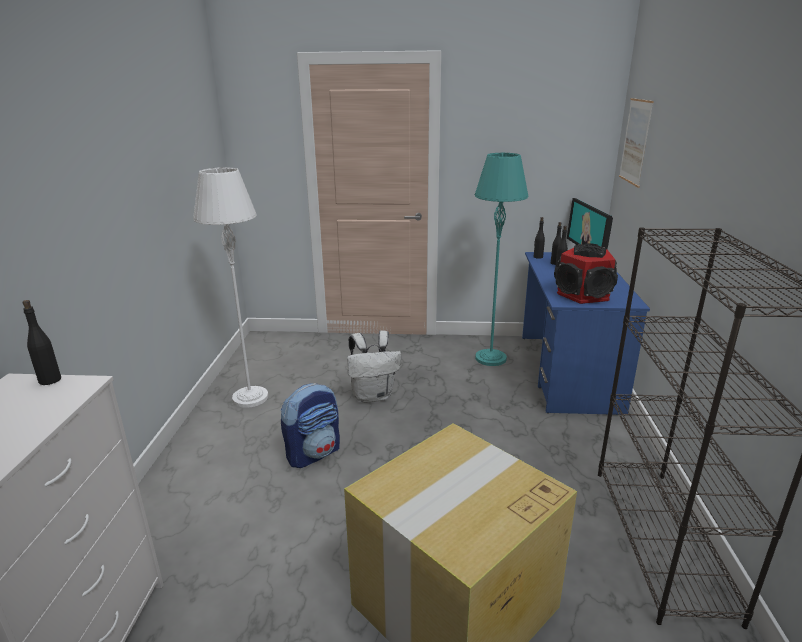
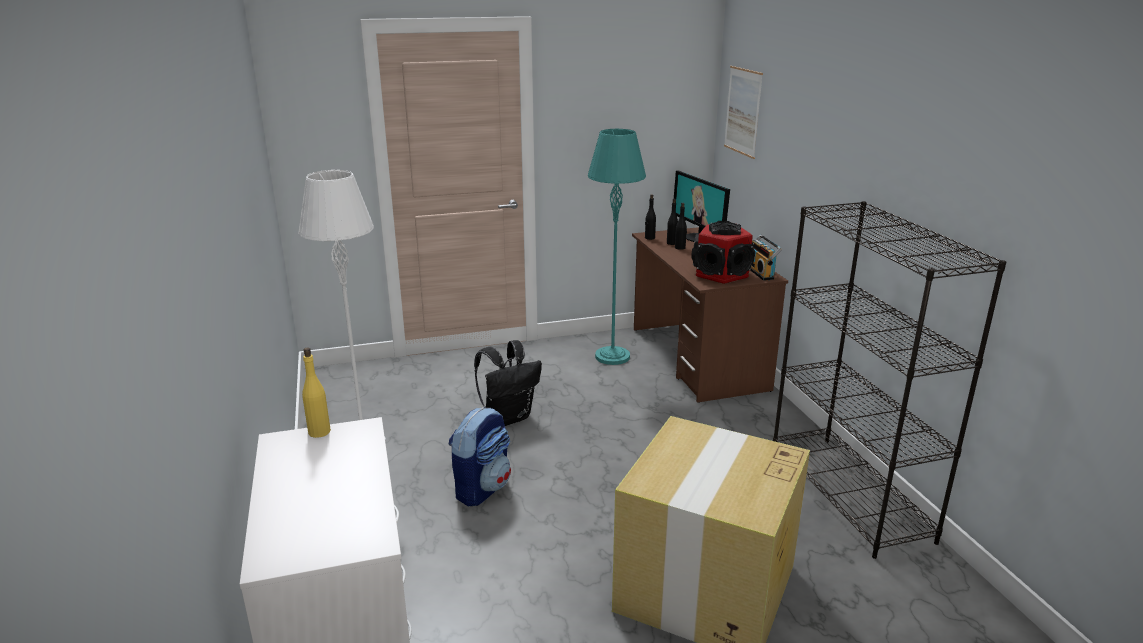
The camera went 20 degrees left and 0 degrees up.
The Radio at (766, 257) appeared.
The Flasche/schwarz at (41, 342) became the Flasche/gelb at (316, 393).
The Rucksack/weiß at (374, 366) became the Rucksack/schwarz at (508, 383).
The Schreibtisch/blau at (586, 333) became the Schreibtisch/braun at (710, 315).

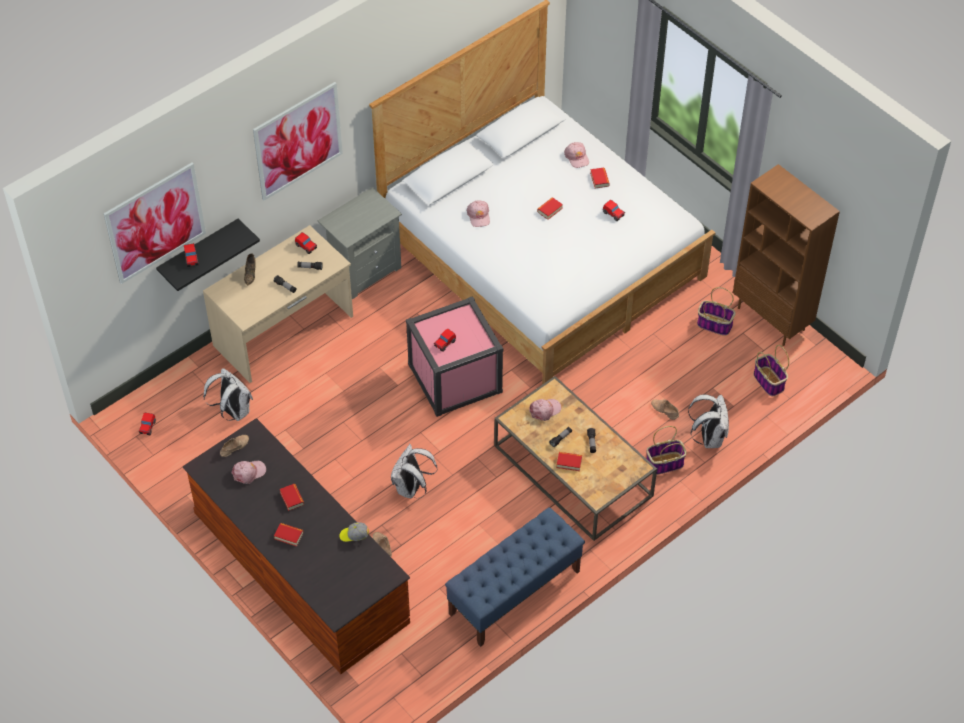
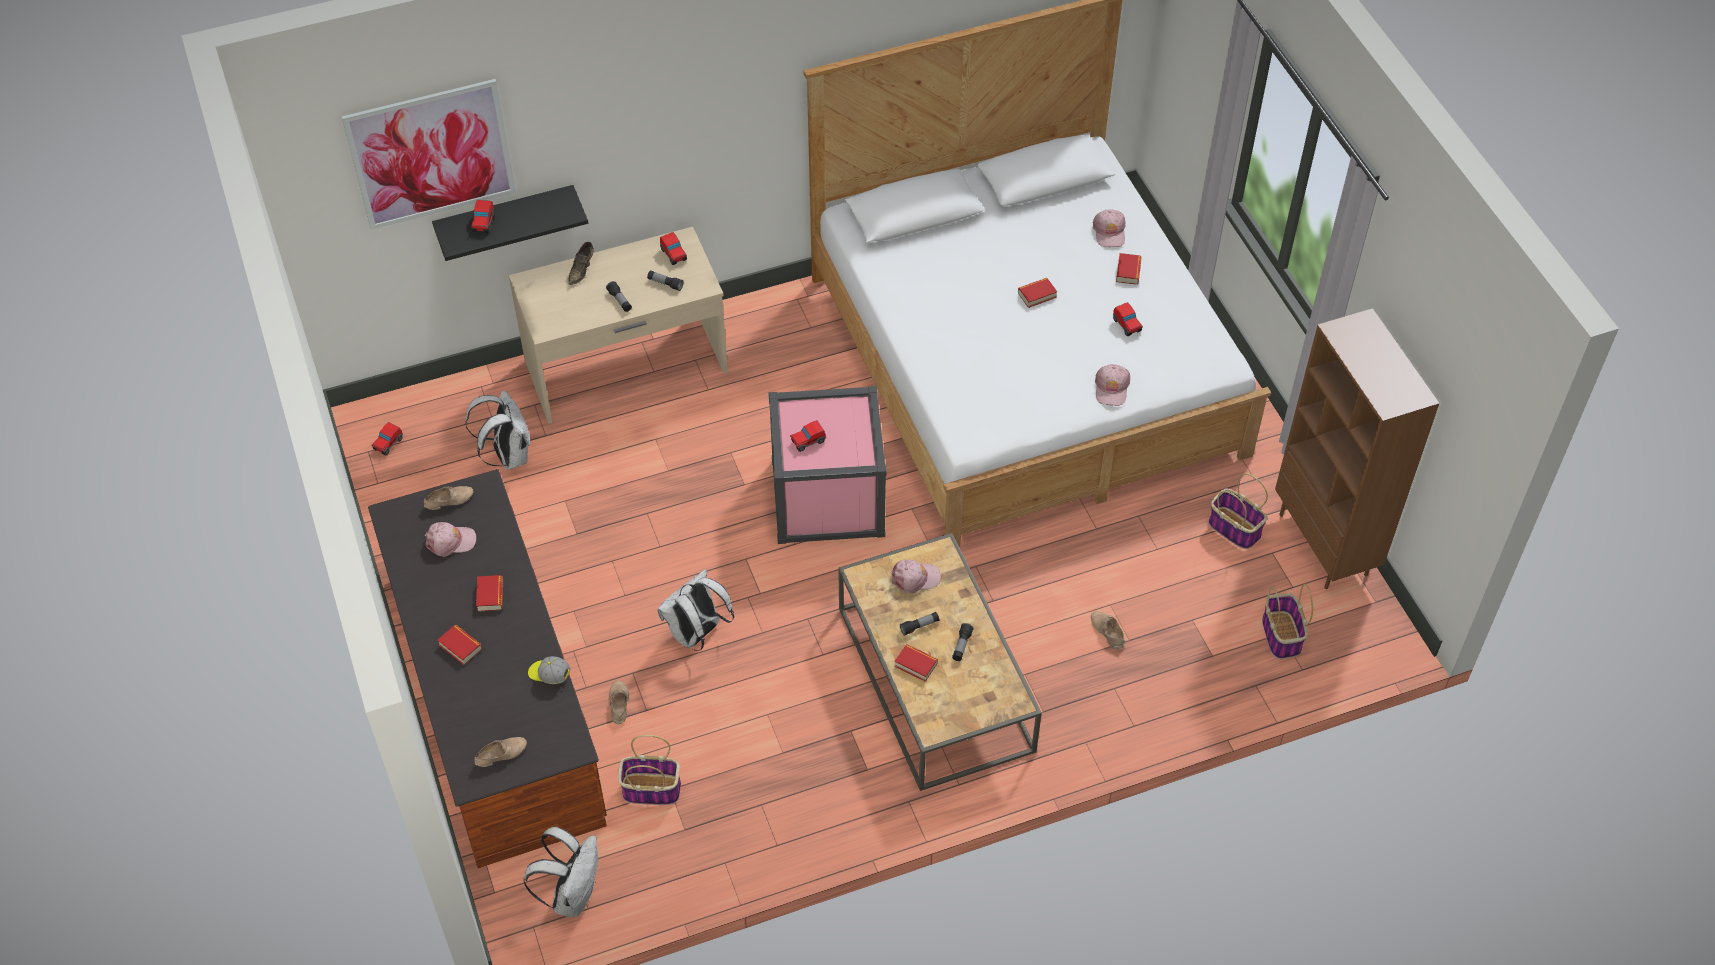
The camera went 20 degrees right and 0 degrees up.
The Bild at (298, 141) disappeared.
The Nachttisch/grau at (360, 243) disappeared.
The Bank/blau at (515, 577) disappeared.
The Schuh/beige at (500, 752) appeared.
The Kappe/rosa moved from (478, 214) to (1112, 385).
The Korb moved from (666, 450) to (649, 770).
The Rucksack/weiß moved from (708, 421) to (561, 871).

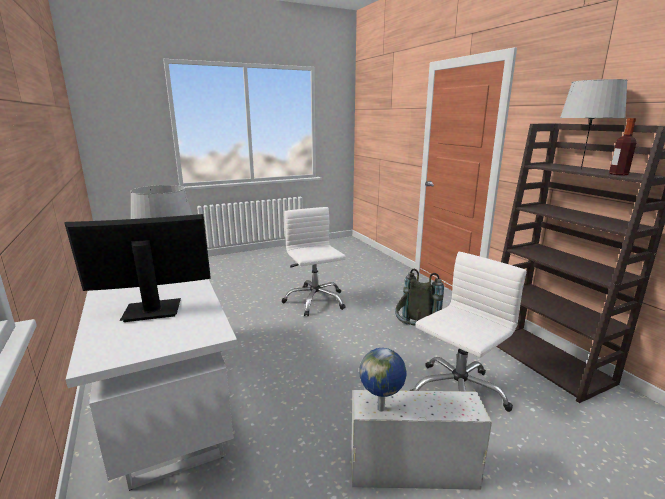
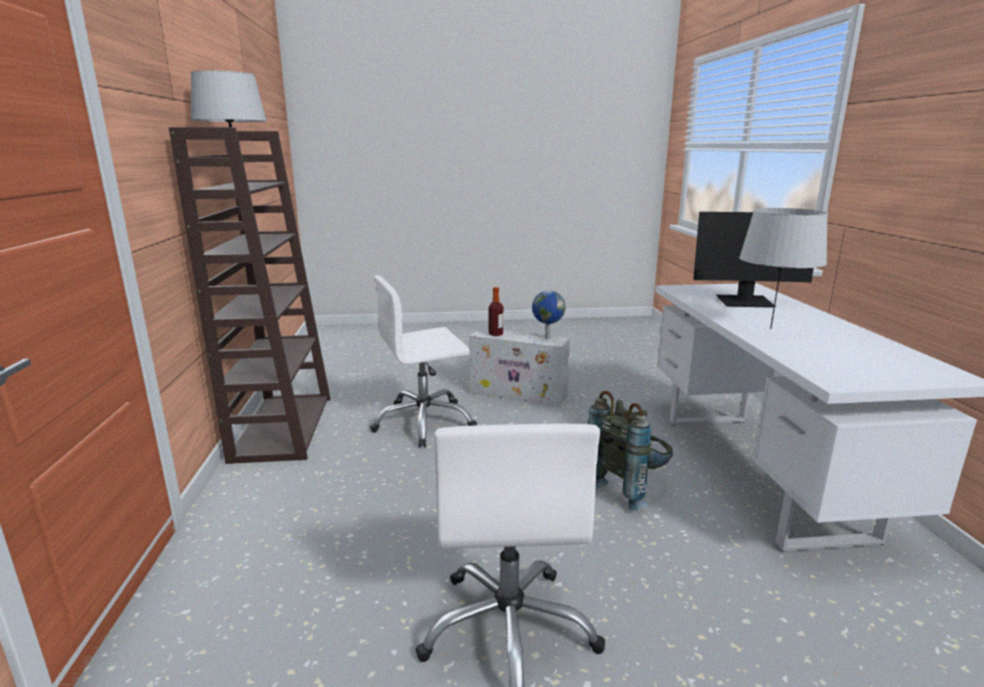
The camera went 160 degrees left and 0 degrees up.
The Rucksack/grau moved from (419, 297) to (630, 451).
The Flasche moved from (622, 147) to (495, 311).

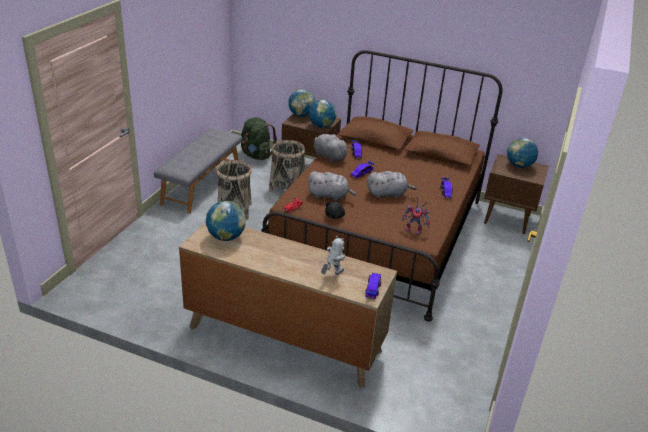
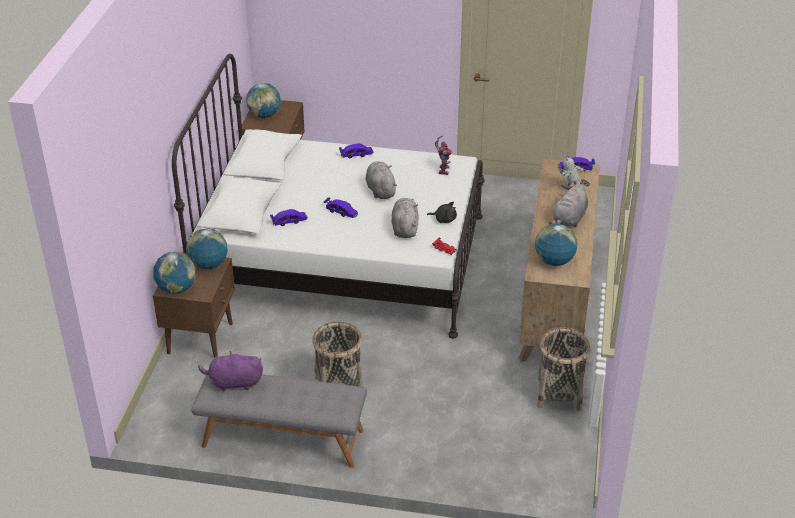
The camera went 100 degrees left and 5 degrees up.
The Rucksack/grün at (259, 138) disappeared.
The Plüschtier/lila at (230, 371) appeared.
The Korb moved from (287, 166) to (563, 369).
The Plüschtier/grau moved from (332, 148) to (568, 205).
The Bett/braun at (382, 185) became the Bett/weiß at (328, 196).

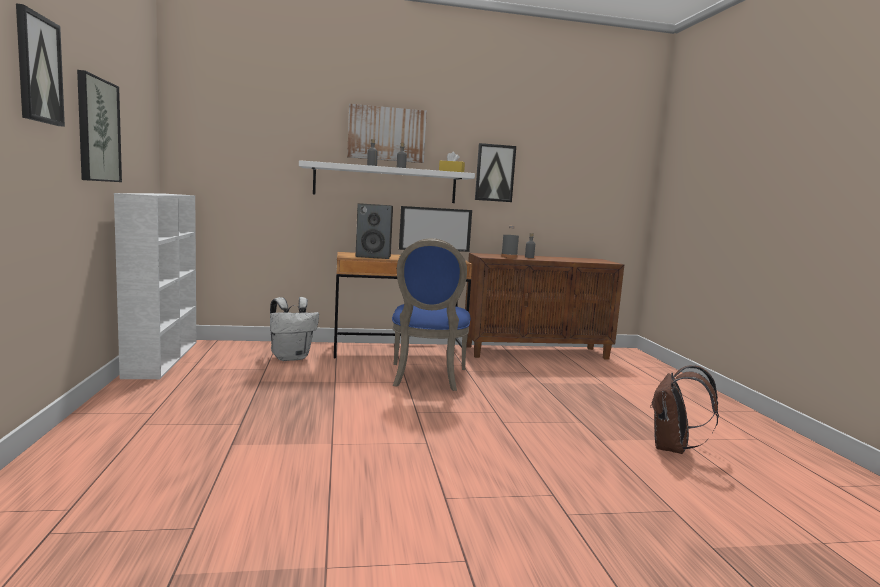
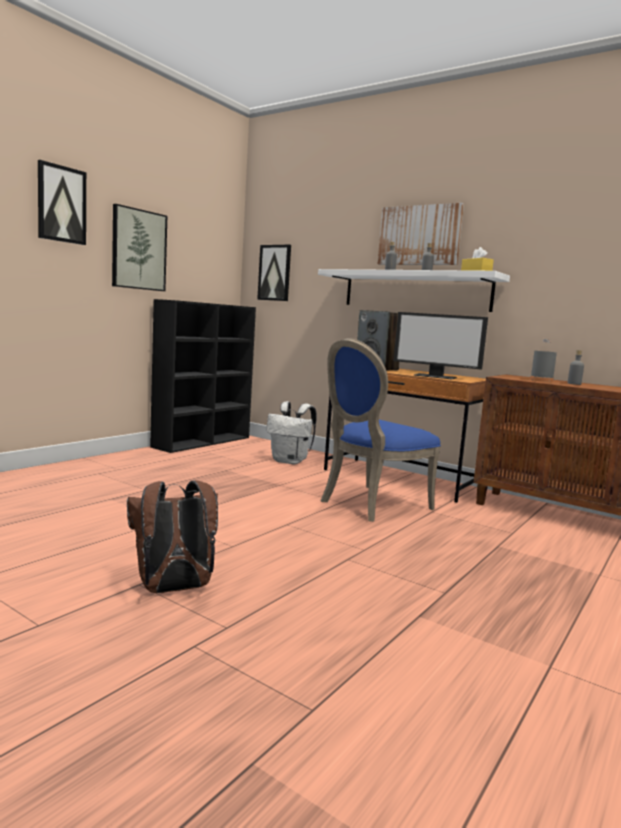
The camera went 45 degrees right and 0 degrees up.
The Bild moved from (495, 172) to (274, 273).
The Rucksack/braun moved from (684, 410) to (172, 536).
The Bücherregal/weiß at (155, 286) became the Bücherregal/schwarz at (203, 376).

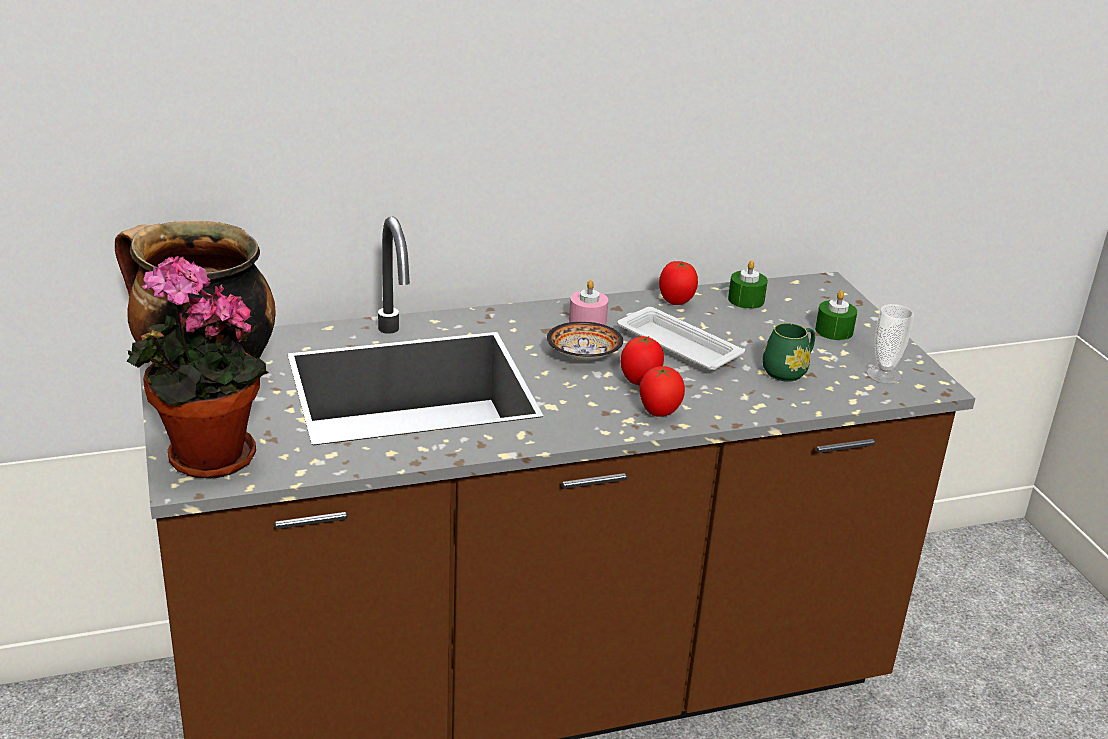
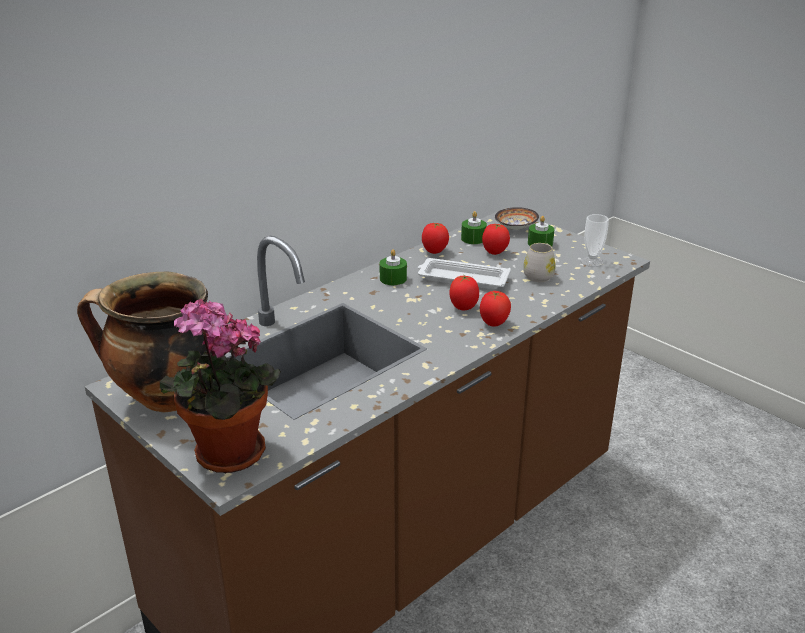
The camera went 25 degrees left and 0 degrees up.
The Tomate at (496, 239) appeared.
The Schüssel moved from (585, 341) to (517, 218).
The Kerze/rosa at (588, 302) became the Kerze/grün at (393, 267).
The Henkelbecher/grün at (788, 352) became the Henkelbecher/weiß at (539, 262).

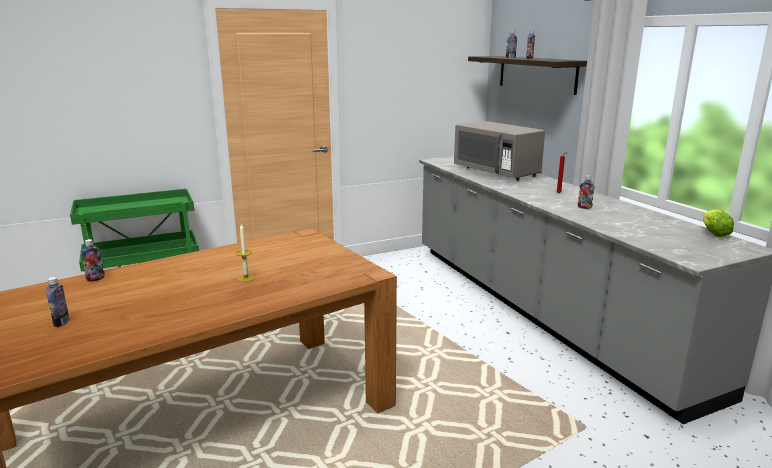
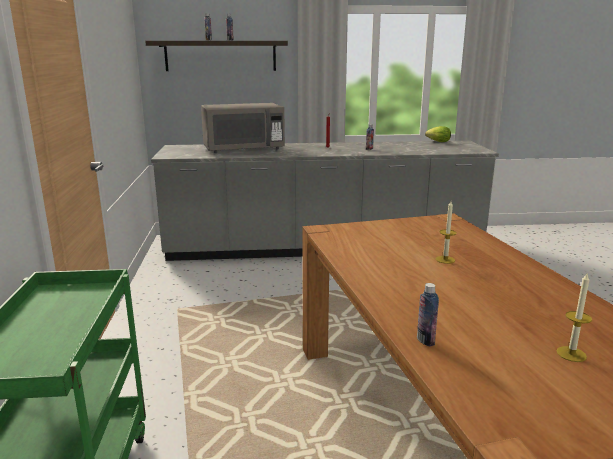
The camera went 70 degrees left and 0 degrees up.
The Flasche at (58, 302) was replaced by the Kerze at (574, 317).

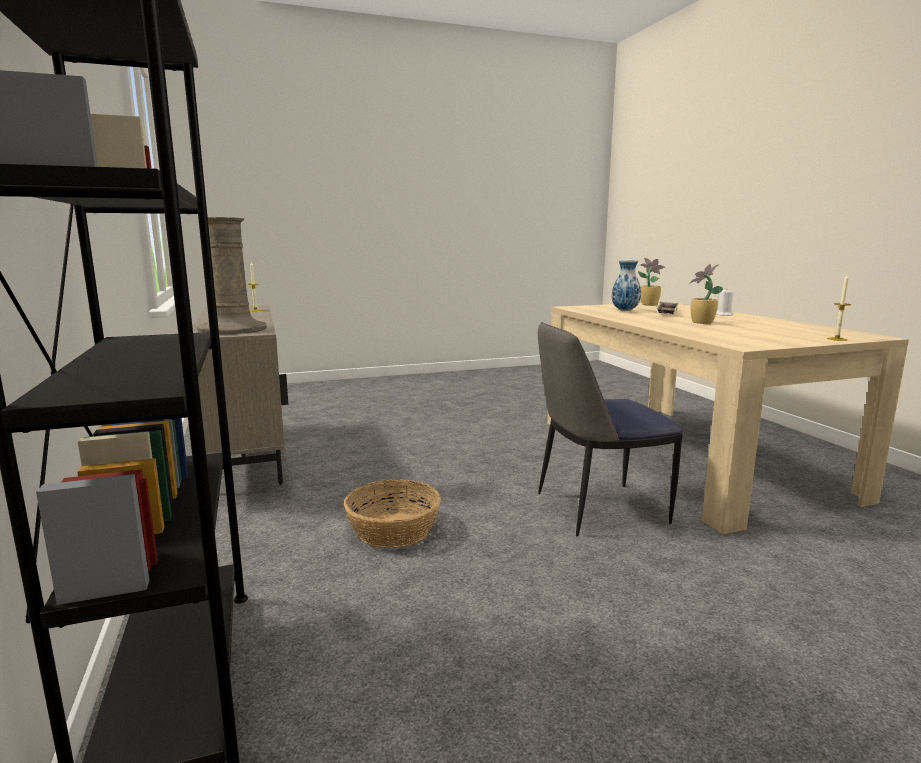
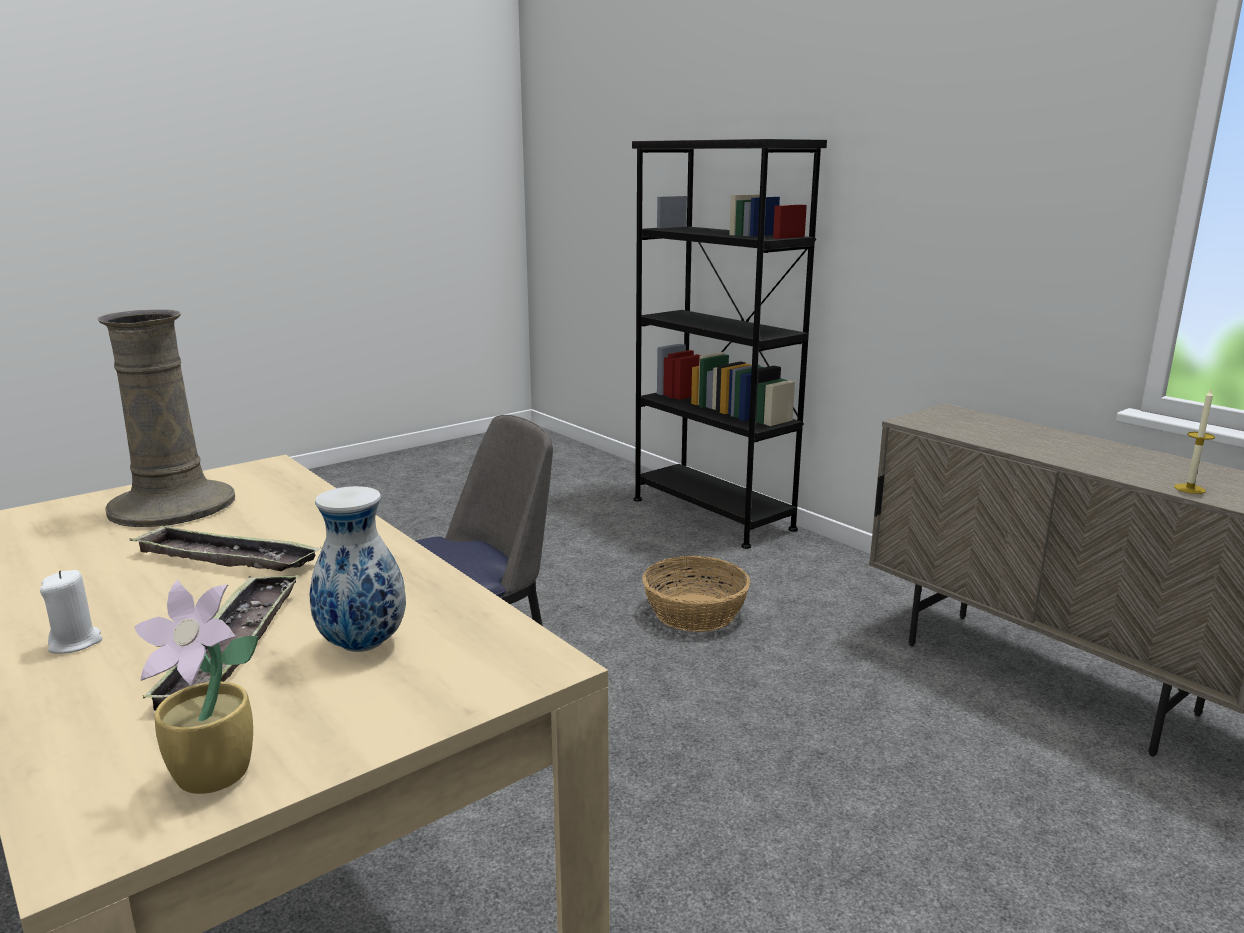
The camera went 160 degrees right and 5 degrees up.
The Kerze at (839, 308) disappeared.
The Vase/beige moved from (231, 275) to (166, 418).
The Topfpflanze at (706, 294) was replaced by the Tablett at (225, 547).

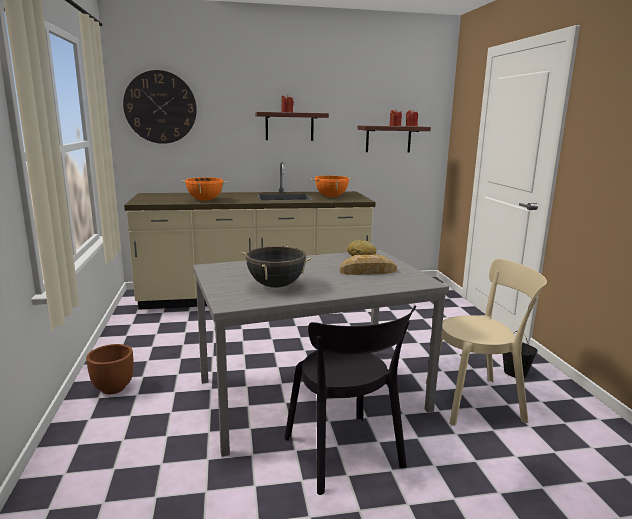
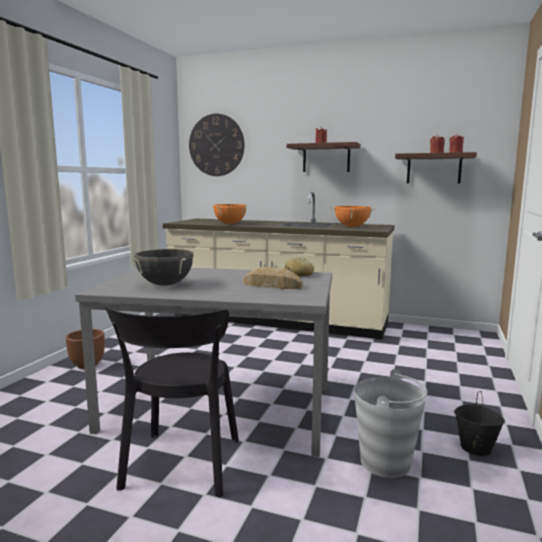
The camera went 30 degrees right and 5 degrees down.
The Stuhl/beige at (486, 342) was replaced by the Eimer/grau at (390, 423).

